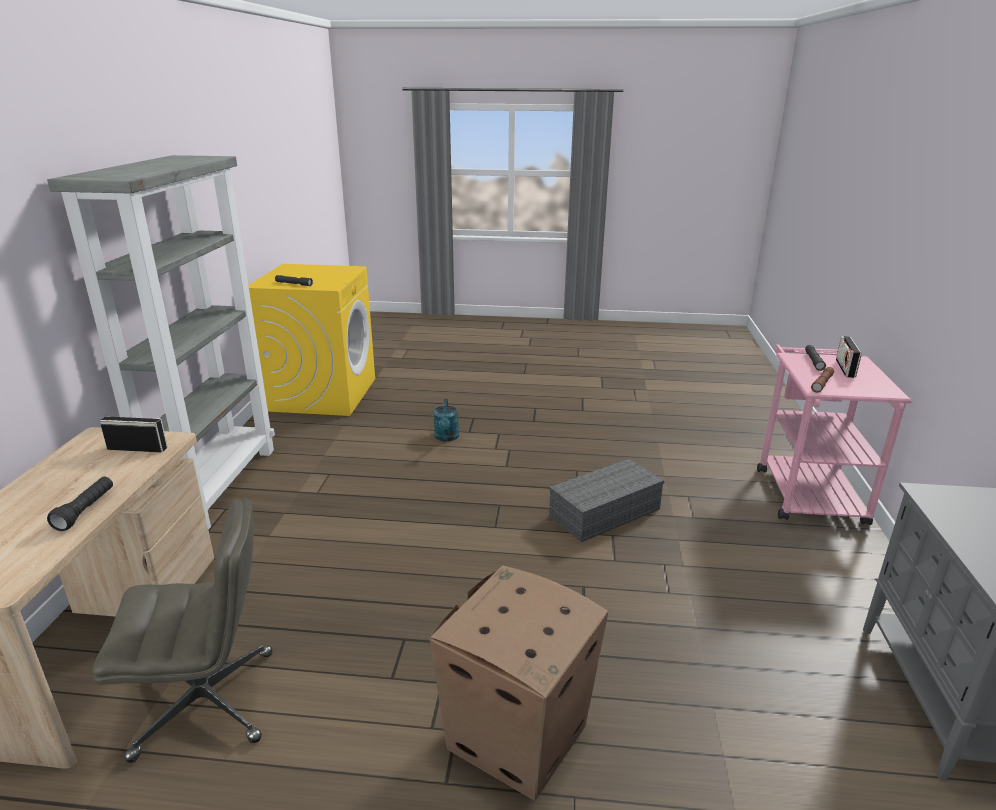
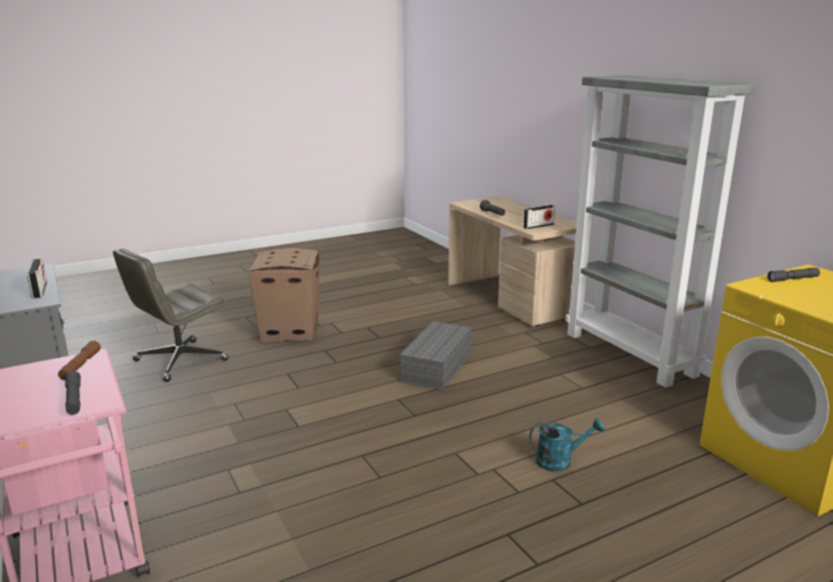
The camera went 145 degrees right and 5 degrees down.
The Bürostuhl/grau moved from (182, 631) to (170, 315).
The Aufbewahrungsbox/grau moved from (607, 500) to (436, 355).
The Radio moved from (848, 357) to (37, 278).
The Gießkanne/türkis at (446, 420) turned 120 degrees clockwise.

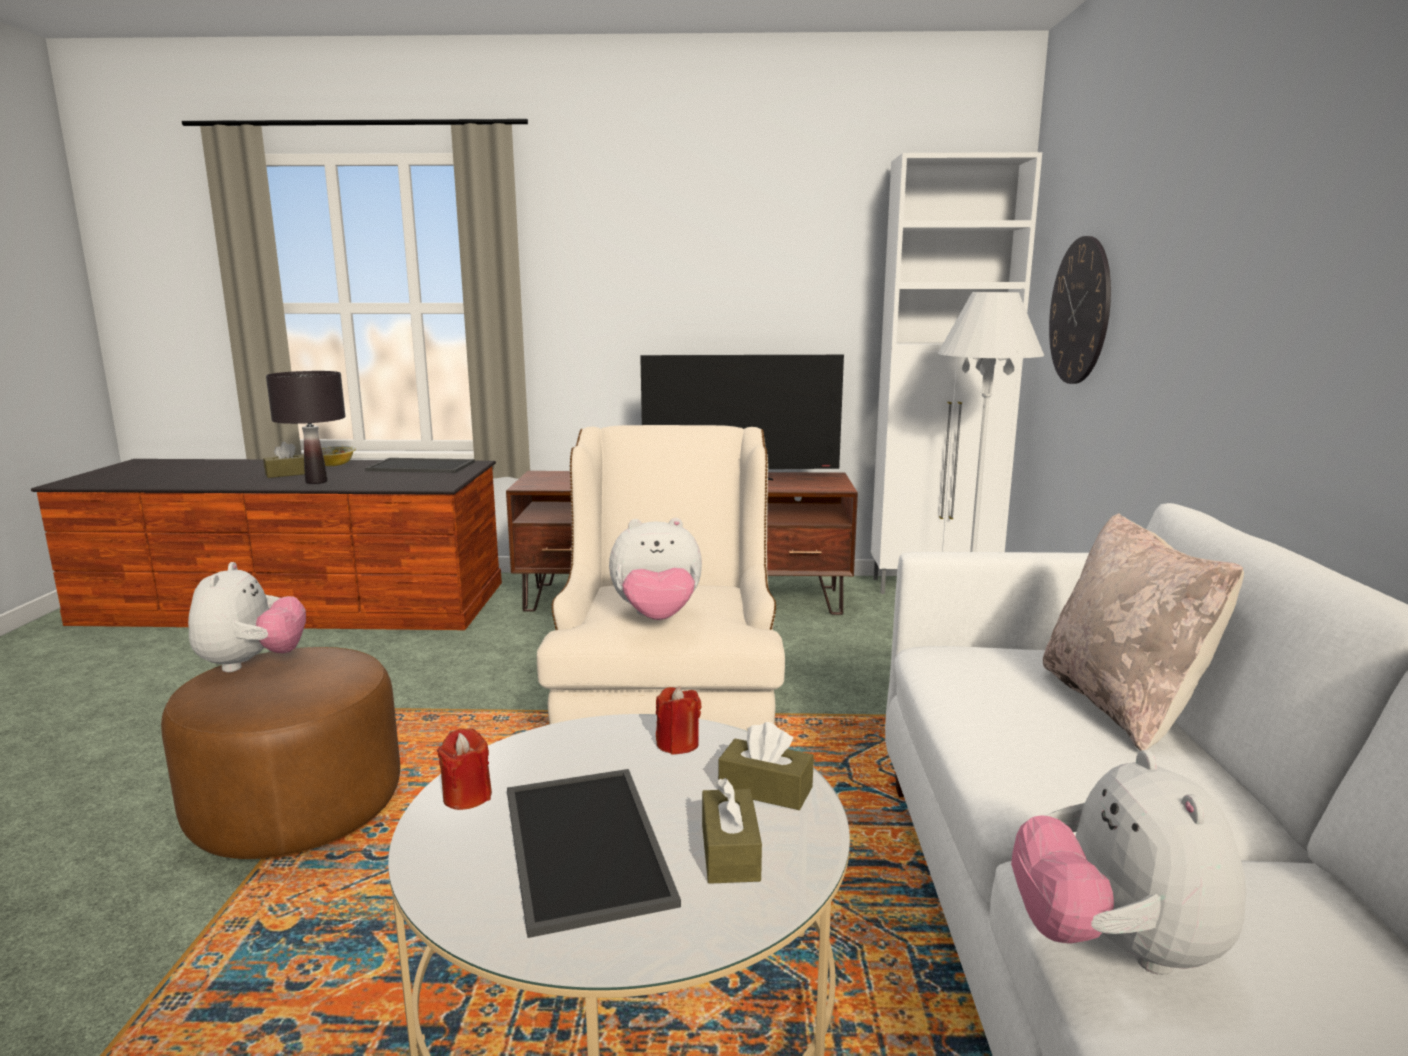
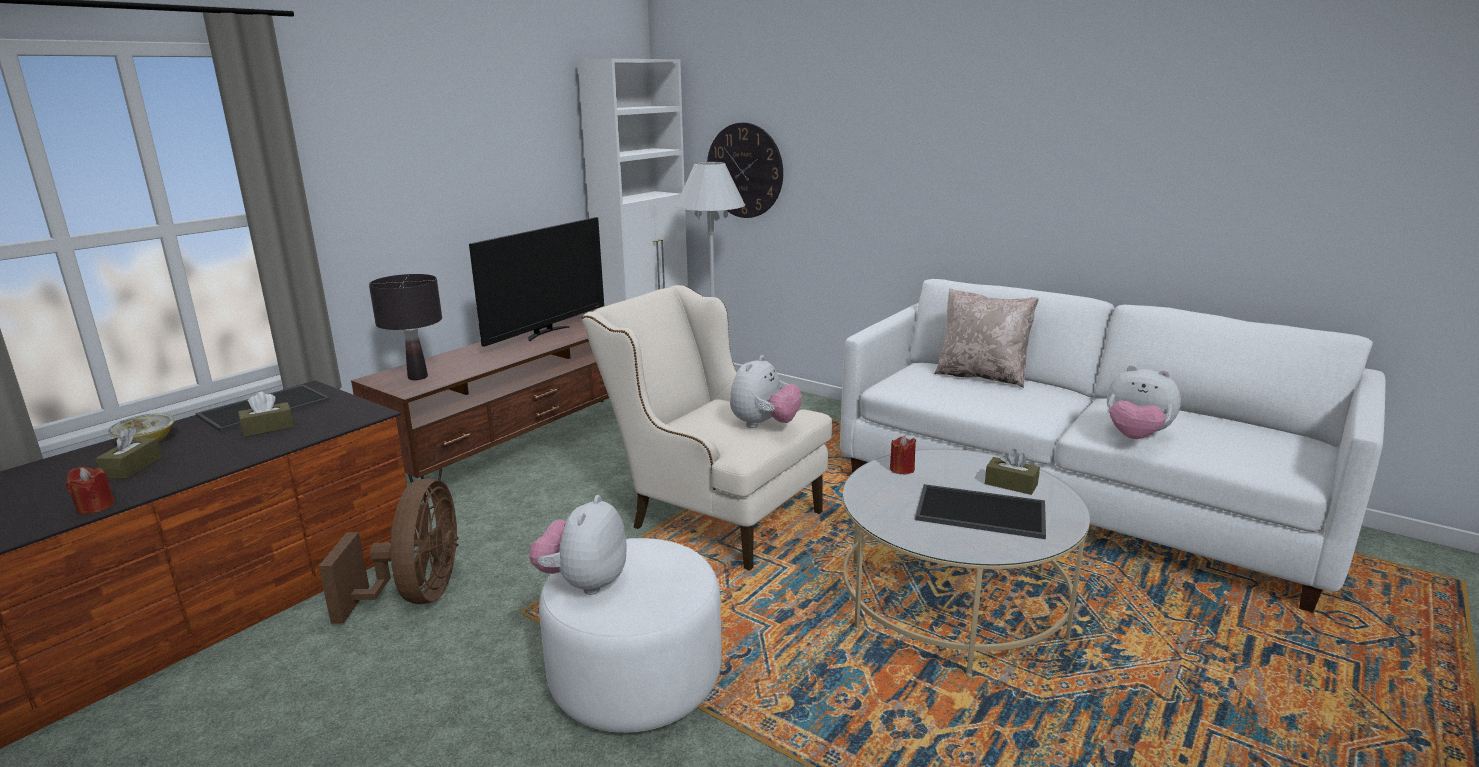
The camera went 55 degrees left and 5 degrees up.
The Ventilator/braun at (389, 551) appeared.
The Tischlampe/schwarz moved from (306, 427) to (405, 327).
The Kerze/rot moved from (464, 769) to (90, 491).
The Taschentuchbox/braun moved from (766, 766) to (266, 414).
The Polsterhocker/braun at (280, 753) became the Polsterhocker/weiß at (630, 635).
The Plüschtier at (247, 617) turned 105 degrees counterclockwise.

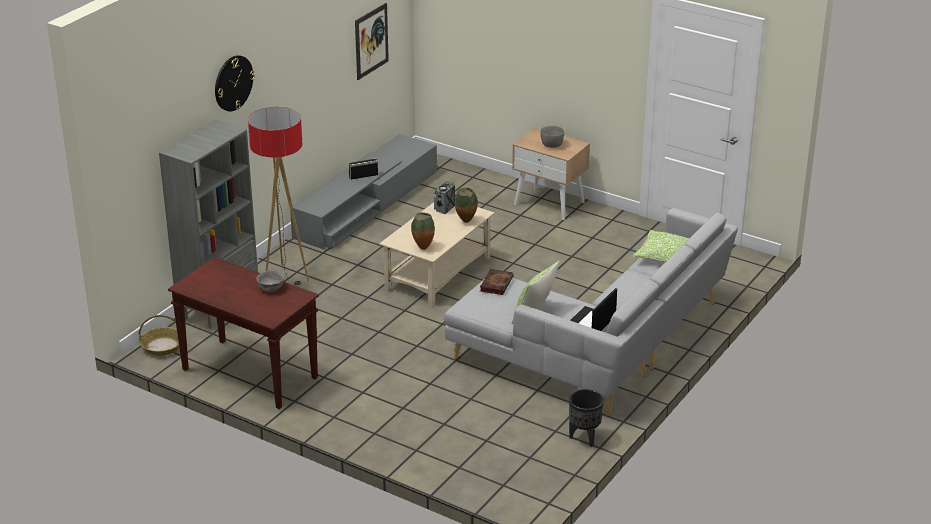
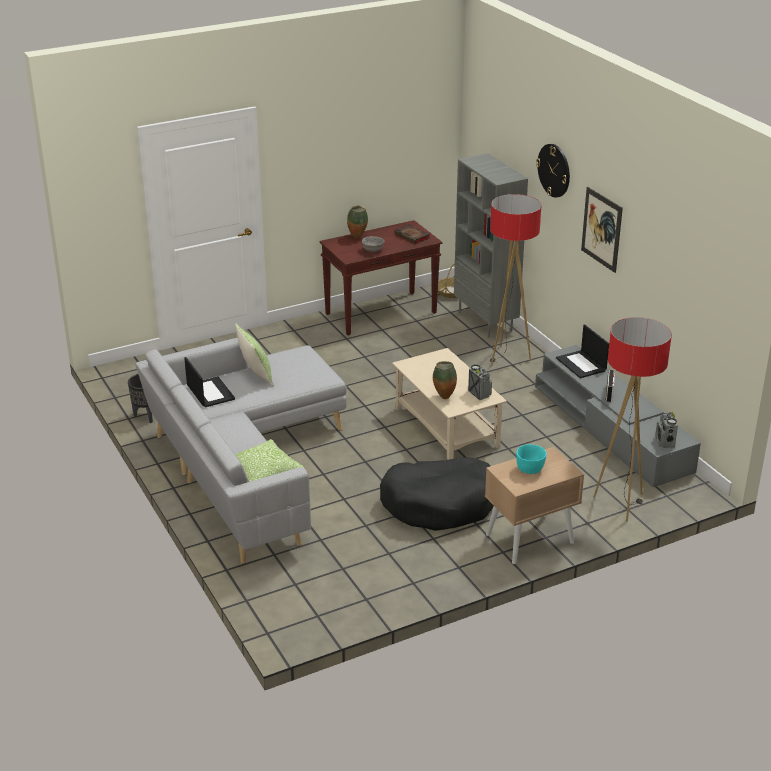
The camera went 120 degrees right and 0 degrees up.
The Hundebett/schwarz at (437, 494) appeared.
The Laptop at (582, 351) appeared.
The Stehlampe at (633, 419) appeared.
The Radio at (666, 430) appeared.
The Bild moved from (372, 41) to (602, 230).
The Vase moved from (423, 231) to (357, 221).
The Buch moved from (497, 282) to (412, 234).
The Schüssel/grau at (552, 137) became the Schüssel/türkis at (531, 459).

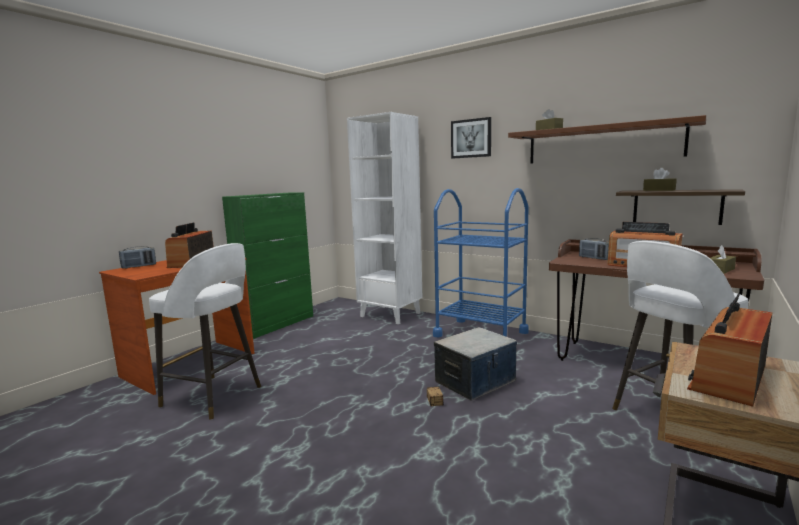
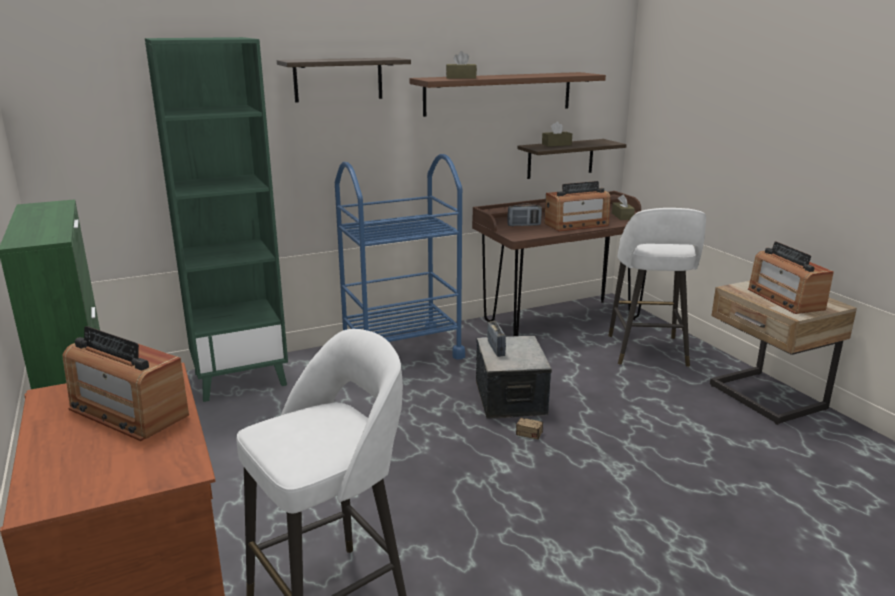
The camera went 60 degrees left and 10 degrees up.
The Radio moved from (137, 257) to (496, 339).
The Bild at (471, 138) was replaced by the Wandregal at (344, 80).
The Bücherregal/weiß at (384, 218) became the Bücherregal/grün at (216, 219).

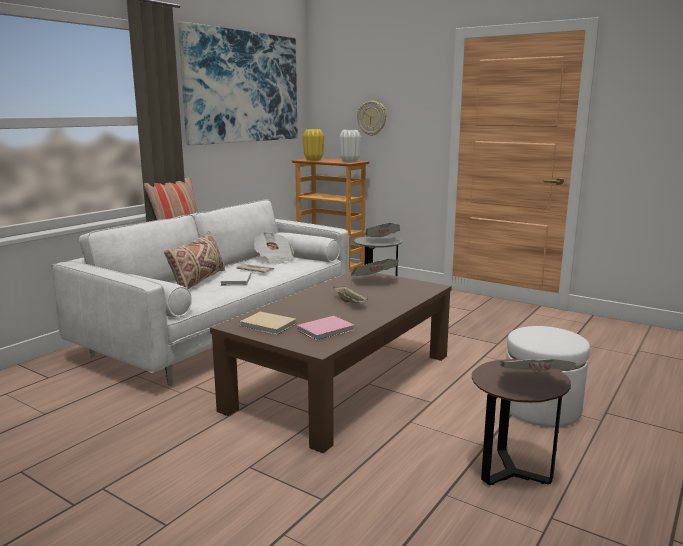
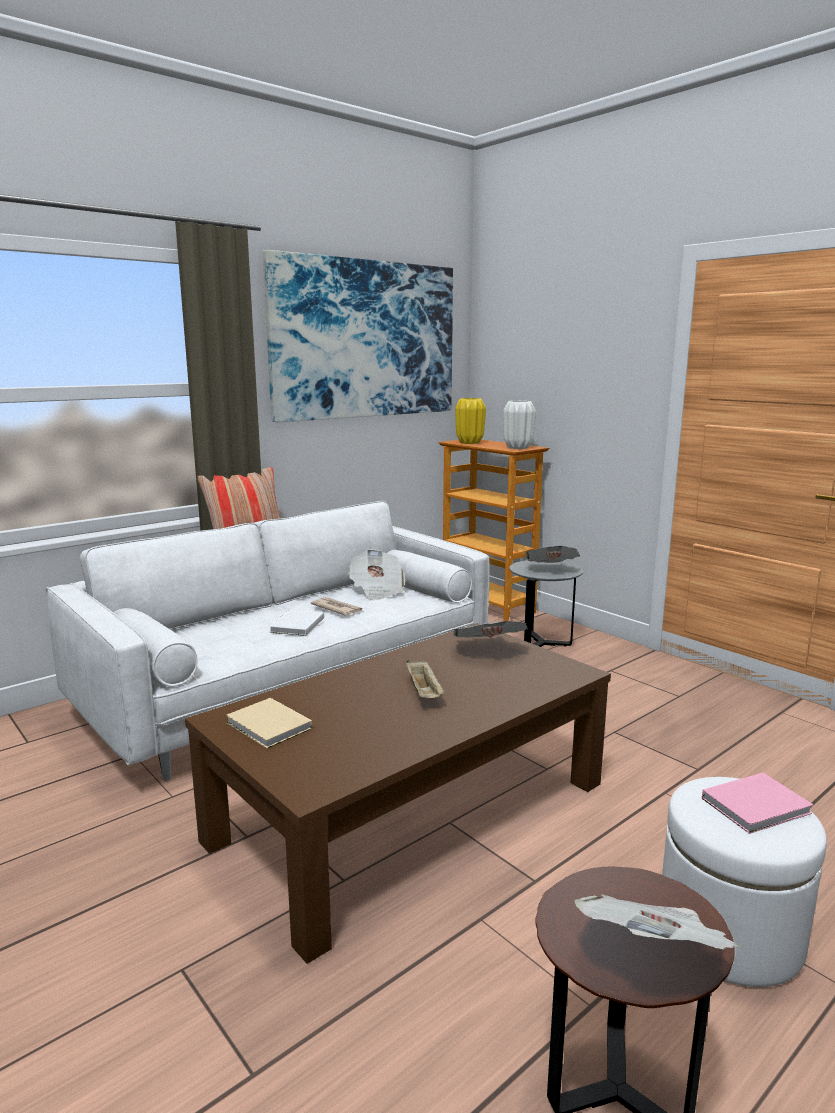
The camera went 15 degrees right and 0 degrees up.
The Kissen/beige at (194, 260) disappeared.
The Wanduhr at (372, 118) disappeared.
The Buch/rosa moved from (326, 328) to (757, 803).

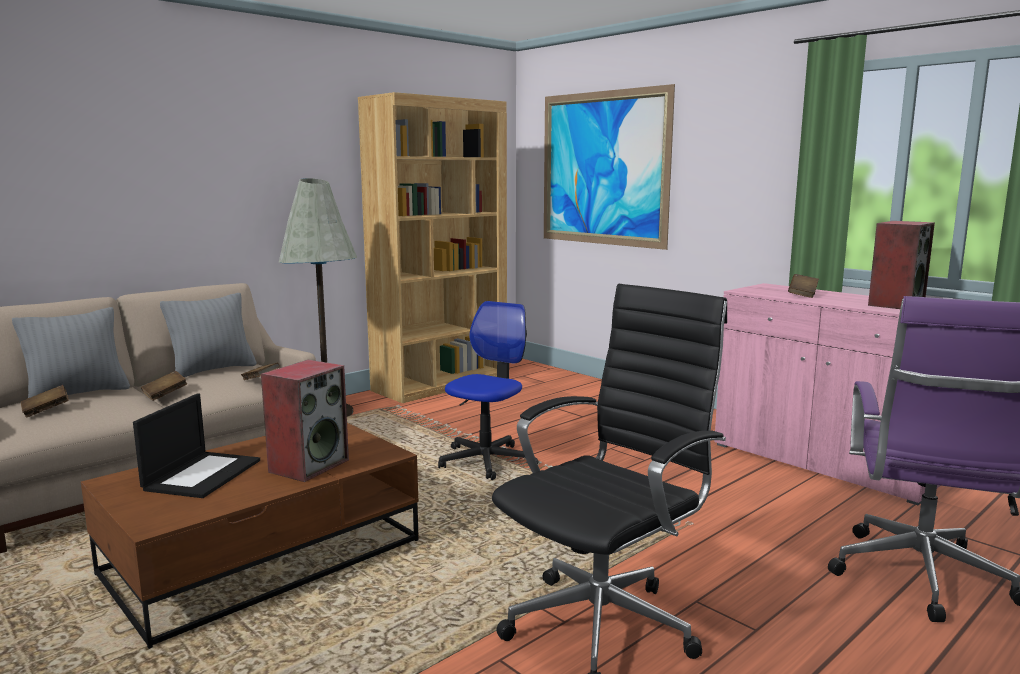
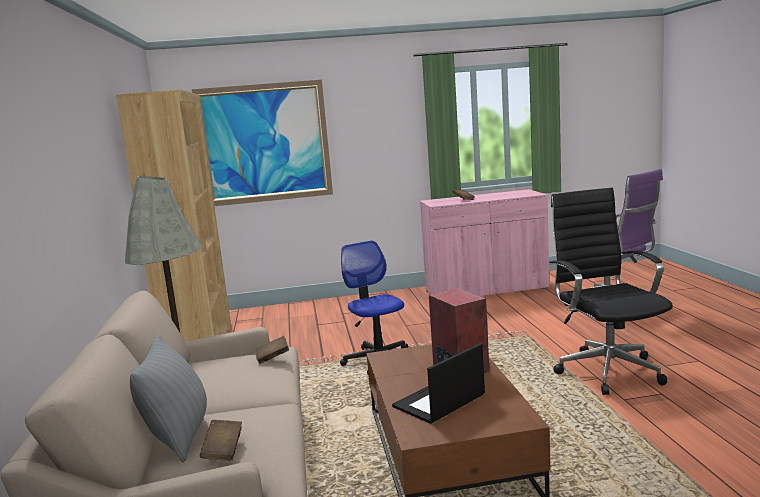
The camera went 55 degrees left and 0 degrees up.
The Buch/braun at (164, 386) disappeared.
The Kissen/grau at (208, 335) disappeared.
The Lautsprecher at (901, 265) disappeared.
The Laptop at (196, 445) turned 90 degrees counterclockwise.

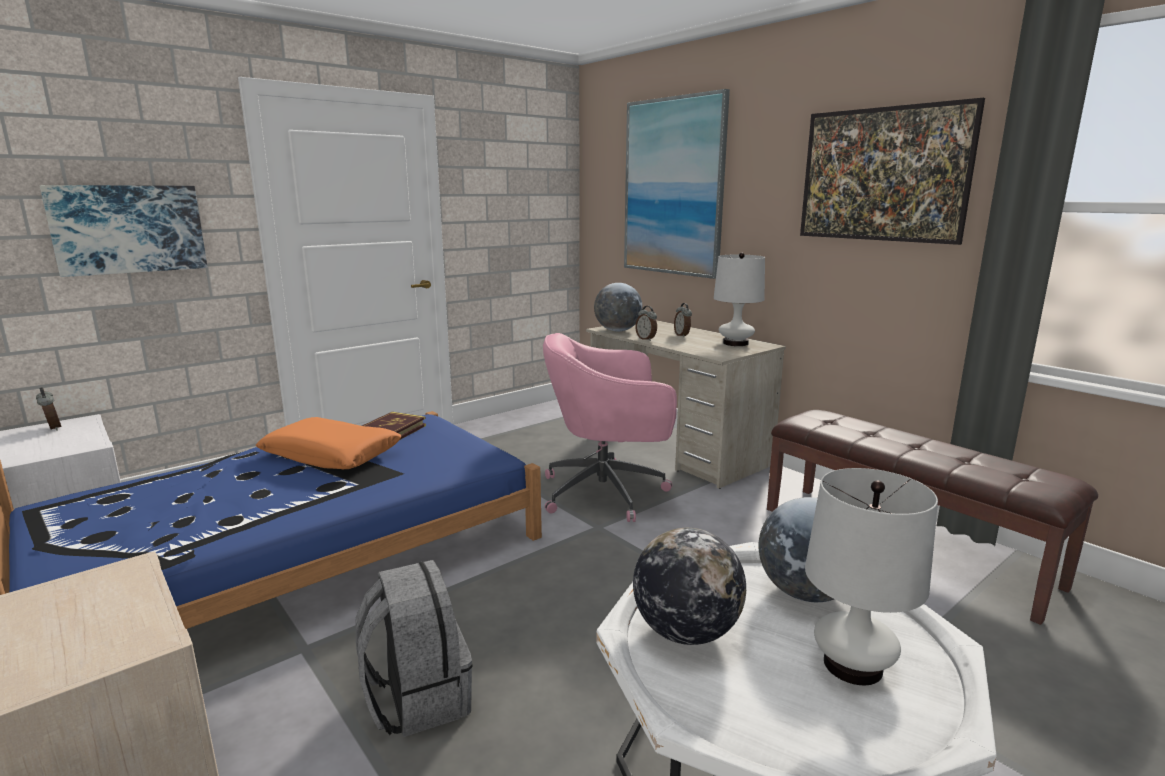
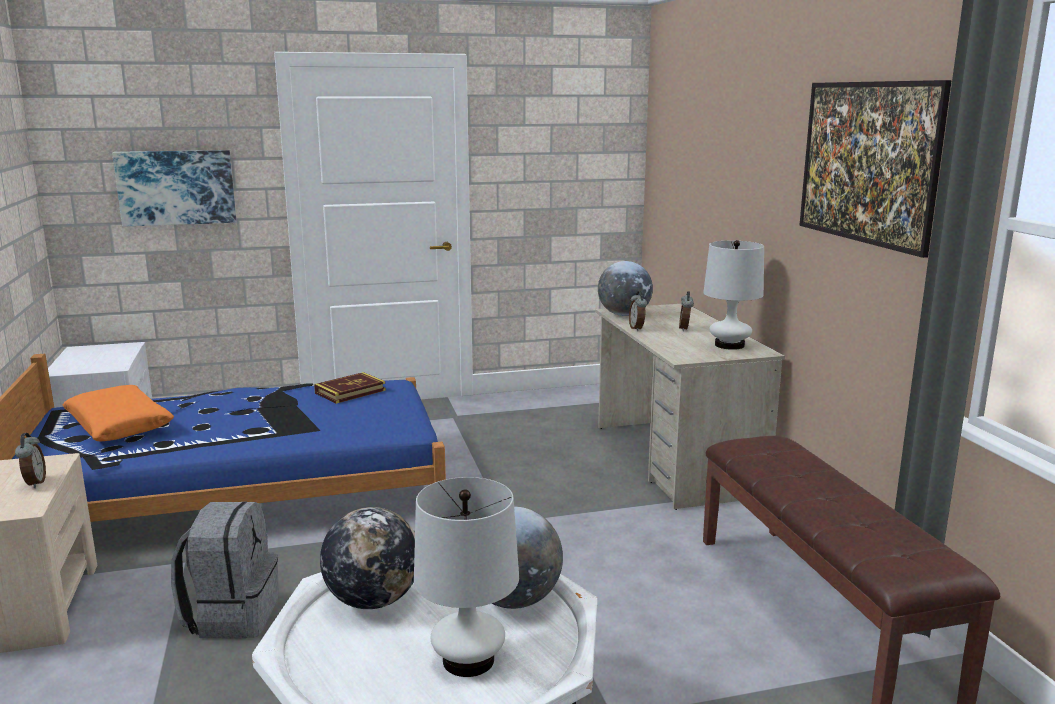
The camera went 25 degrees right and 0 degrees up.
The Bürostuhl/rosa at (610, 427) disappeared.
The Bild at (677, 184) disappeared.
The Wecker moved from (49, 409) to (30, 460).
The Kissen/orange moved from (328, 443) to (118, 413).

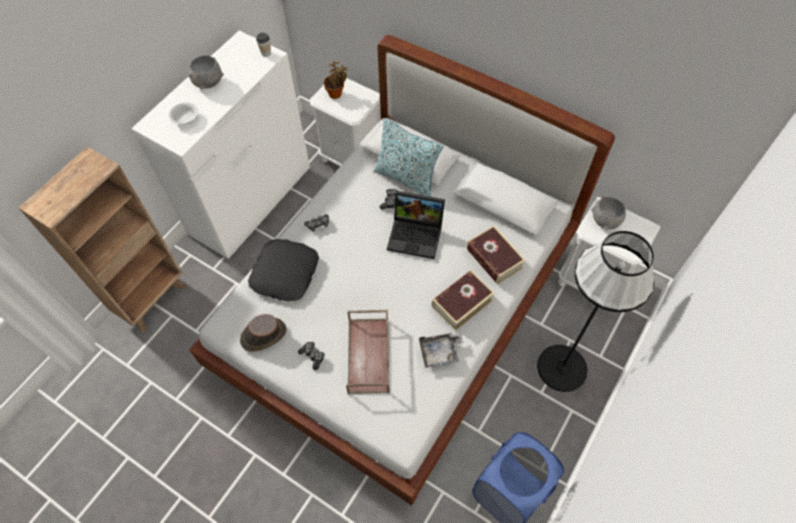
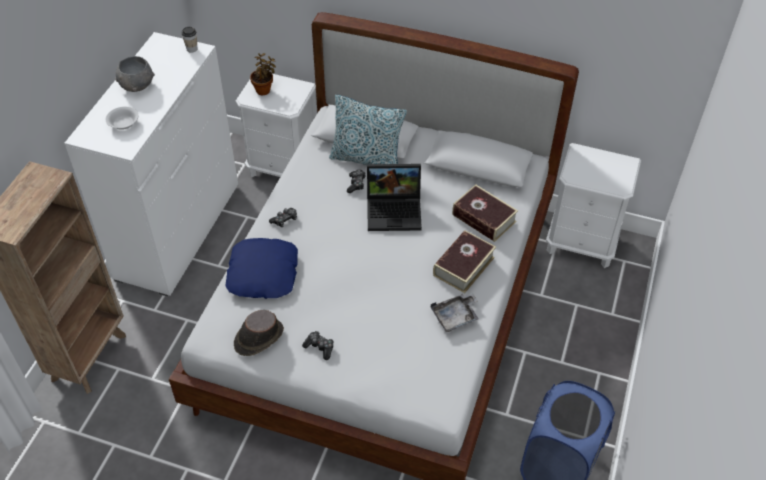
The camera went 15 degrees left and 10 degrees down.
The Tablett/braun at (367, 351) disappeared.
The Stehlampe/schwarz at (595, 311) disappeared.
The Schüssel/grau at (608, 213) disappeared.
The Kissen/schwarz at (283, 270) became the Kissen/blau at (261, 268).

